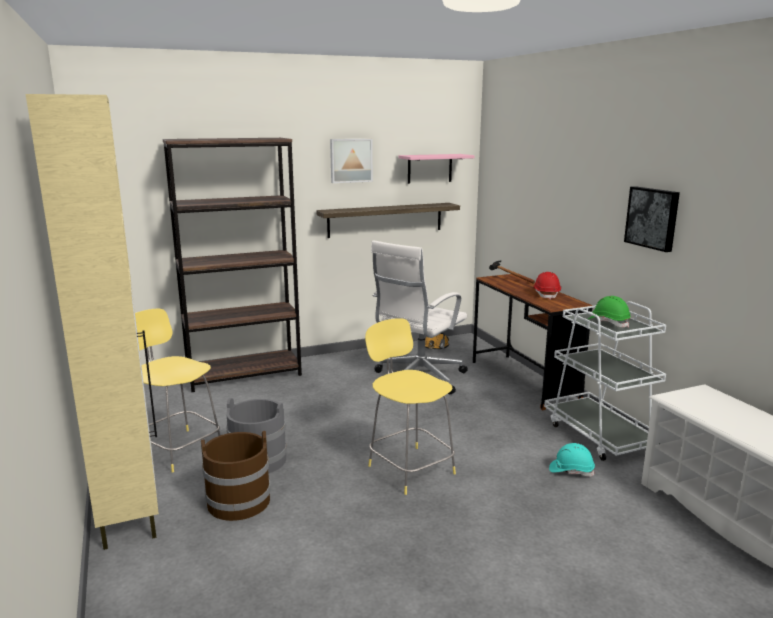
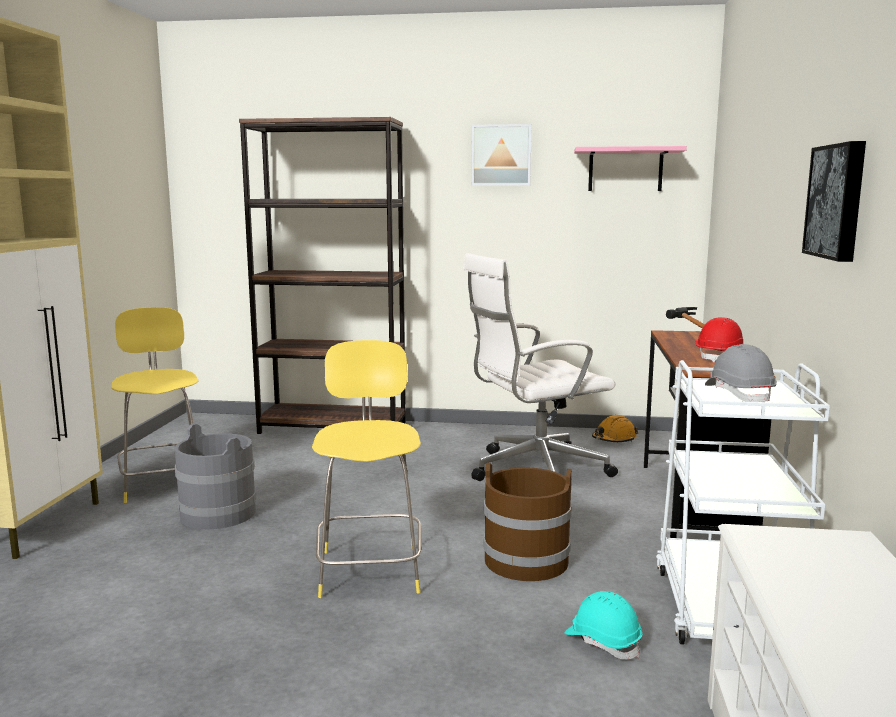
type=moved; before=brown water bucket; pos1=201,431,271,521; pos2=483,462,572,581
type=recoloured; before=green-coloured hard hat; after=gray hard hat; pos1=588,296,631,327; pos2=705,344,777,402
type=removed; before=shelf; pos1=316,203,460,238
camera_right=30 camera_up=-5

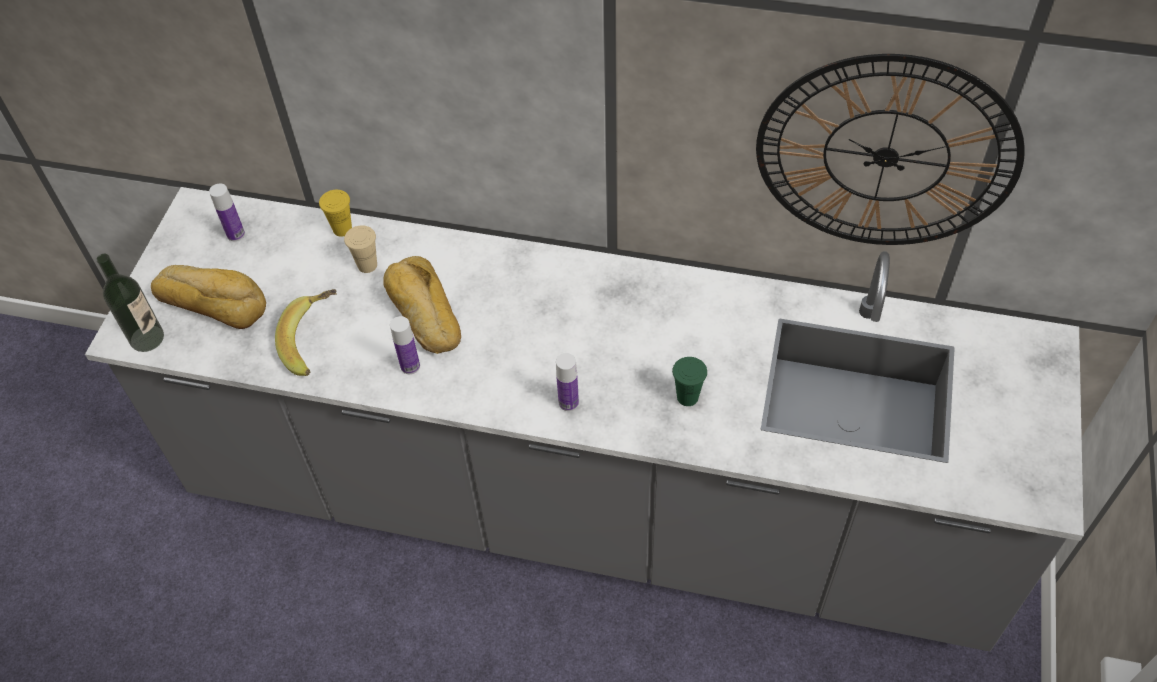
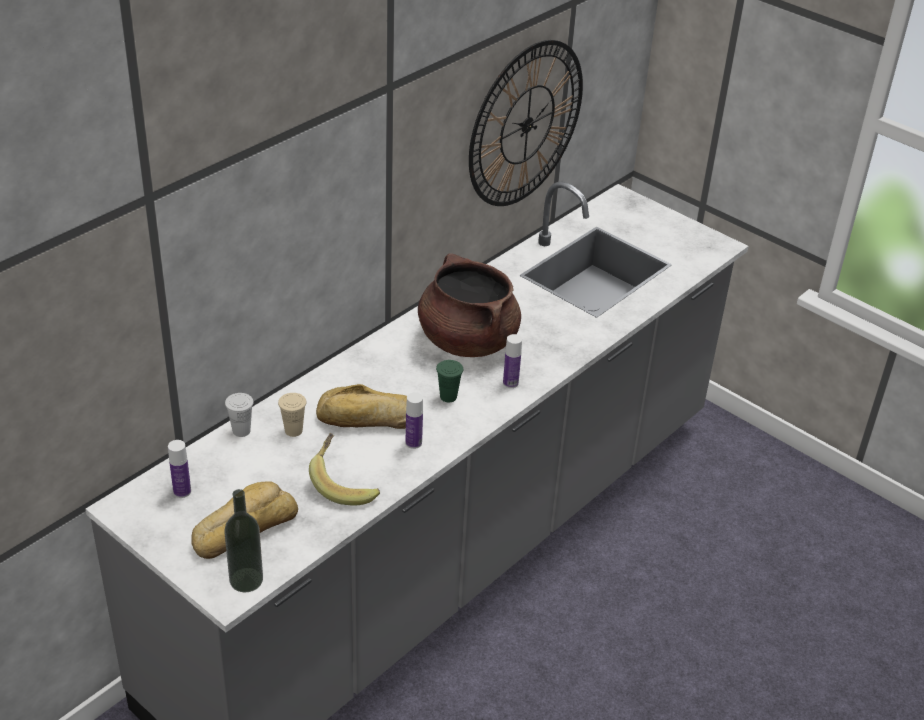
type=recoloured; before=yellowish small cup; after=white-coloured small cup; pos1=319,190,352,237; pos2=225,393,254,437
type=added; after=brown cooking pot; pos2=418,253,521,357
type=moved; before=green-coloured small cup; pos1=672,357,707,406; pos2=436,360,463,402
camera_right=-65 camera_up=-15

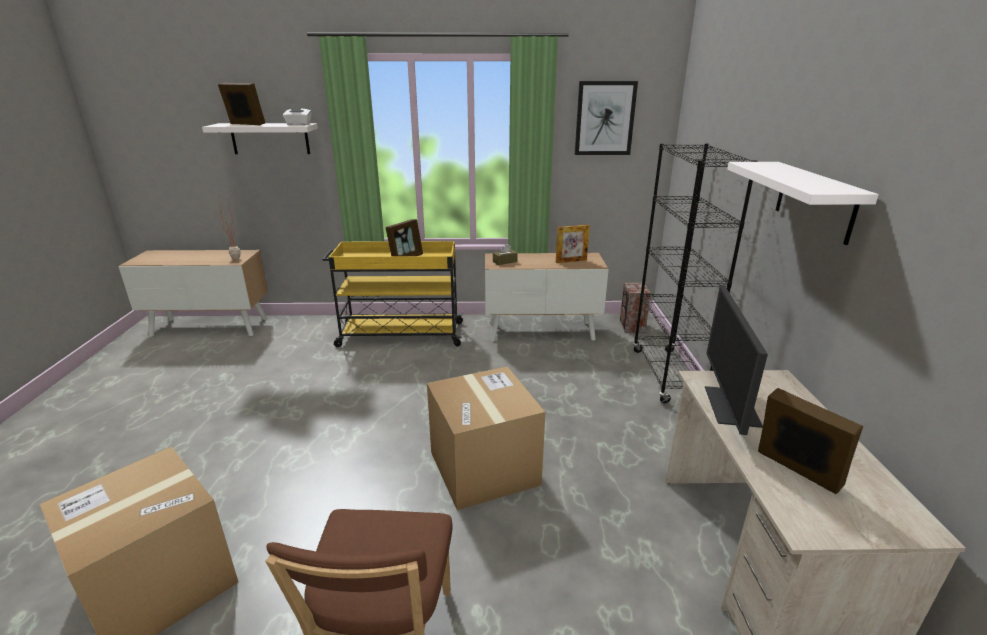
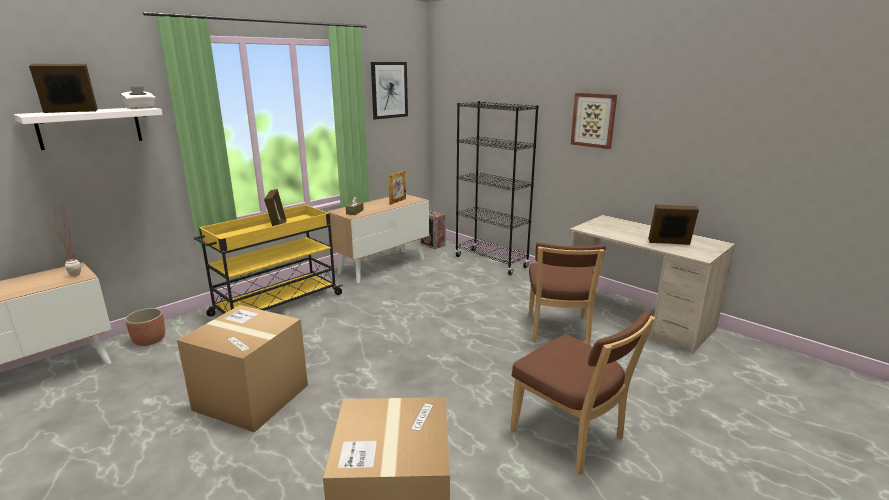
type=added; after=flower pot; pos2=125,308,165,346
type=moved; before=carton; pos1=427,366,545,511; pos2=177,305,308,433
type=added; after=brown upright chair; pos2=529,242,606,345
type=replaced; before=white-coloured shelf; after=wall art; pos1=727,162,879,245; pos2=571,93,617,149
type=removed; before=computer display; pos1=705,287,768,435
camera_right=-45 camera_up=-5

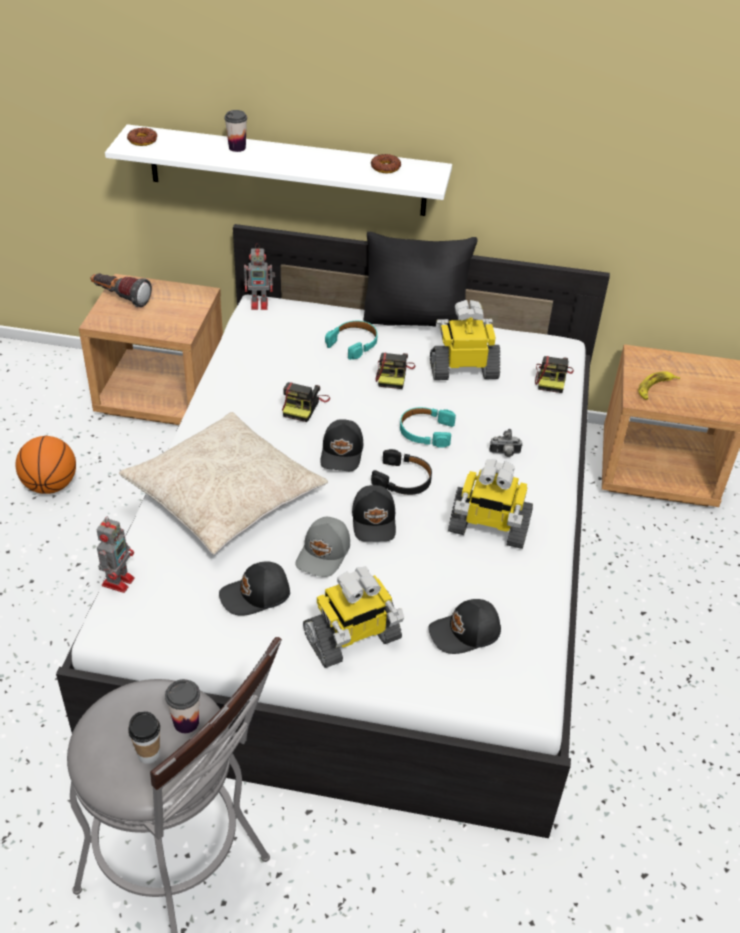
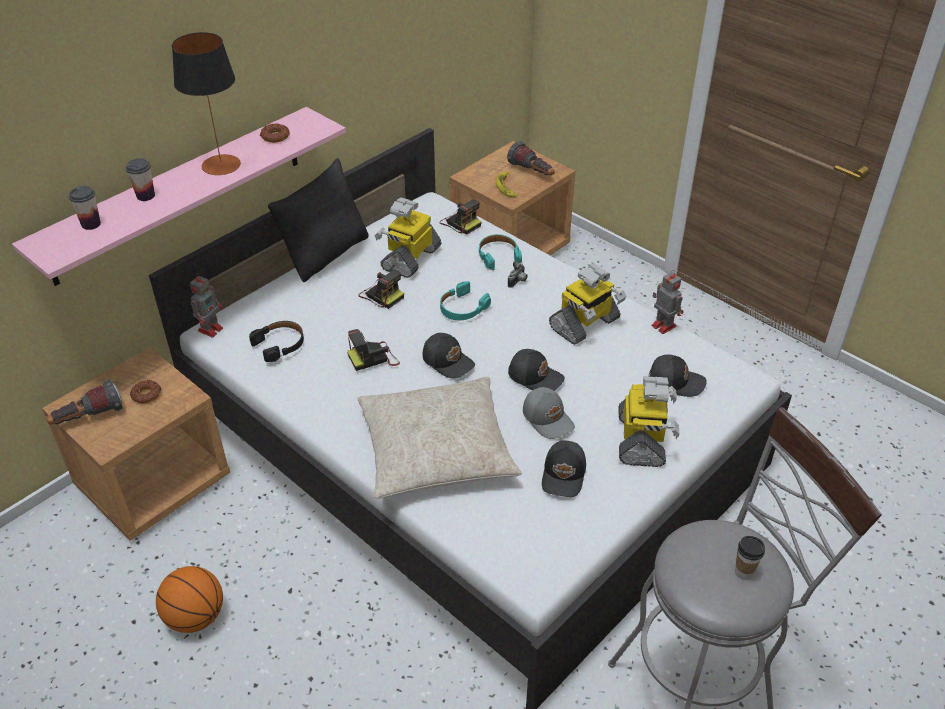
type=recoloured; before=white-coloured shelf; after=pinkish shelf; pos1=105,124,452,216; pos2=12,107,346,286
type=moved; before=small cup; pos1=165,679,200,733; pos2=69,186,101,230
type=moved; before=doughnut; pos1=127,128,157,146; pos2=130,380,161,404
type=added; after=tabletop lamp; pos2=172,32,241,175
type=moved; before=black headset; pos1=371,449,432,495; pos2=249,321,304,362
type=turned; before=photo camera; pos1=282,382,330,422; pos2=347,329,400,371; turn=105
type=moved; before=blue-green headset; pos1=325,321,378,360; pos2=479,234,522,271
type=added; after=hand torch; pos2=507,141,555,176
type=turned; before=black baseball cap; pos1=428,599,501,654; pos2=649,355,707,397; turn=-90
type=moved; before=toy robot; pos1=97,516,134,593; pos2=651,270,683,334
camera_right=-55 camera_up=0

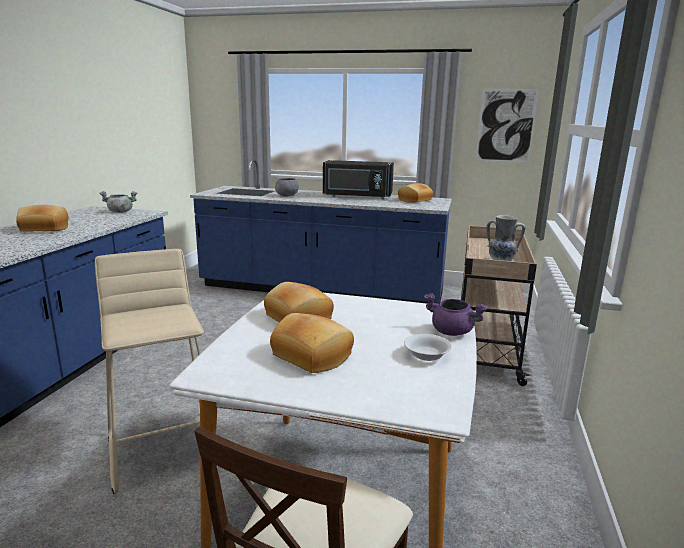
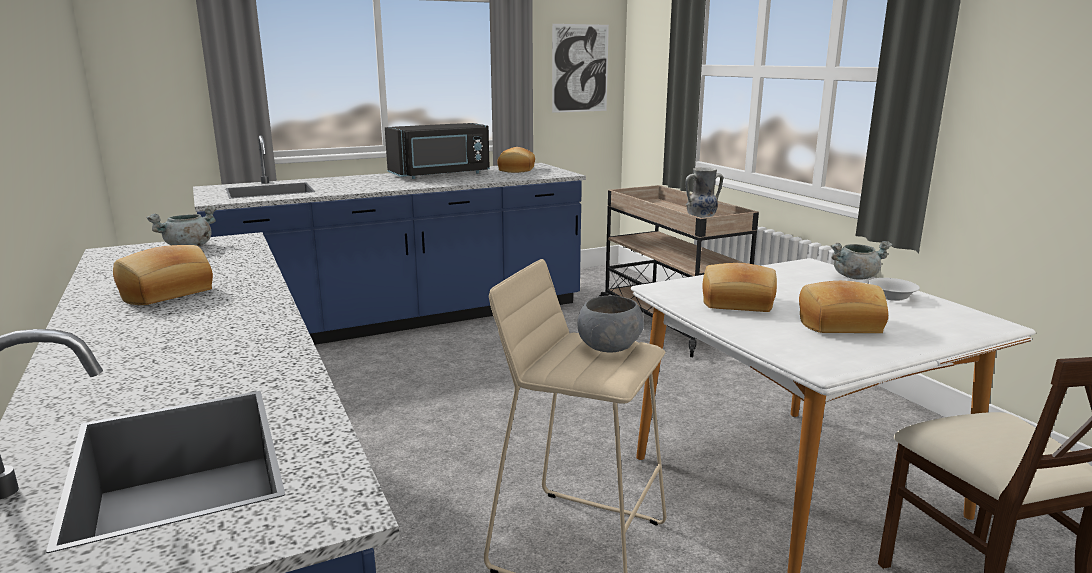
type=moved; before=gray bowl; pos1=275,178,299,196; pos2=578,295,644,353
type=recoloured; before=purplish cooking pot; after=gray cooking pot; pos1=424,293,488,336; pos2=831,241,892,280
camera_right=-40 camera_up=0

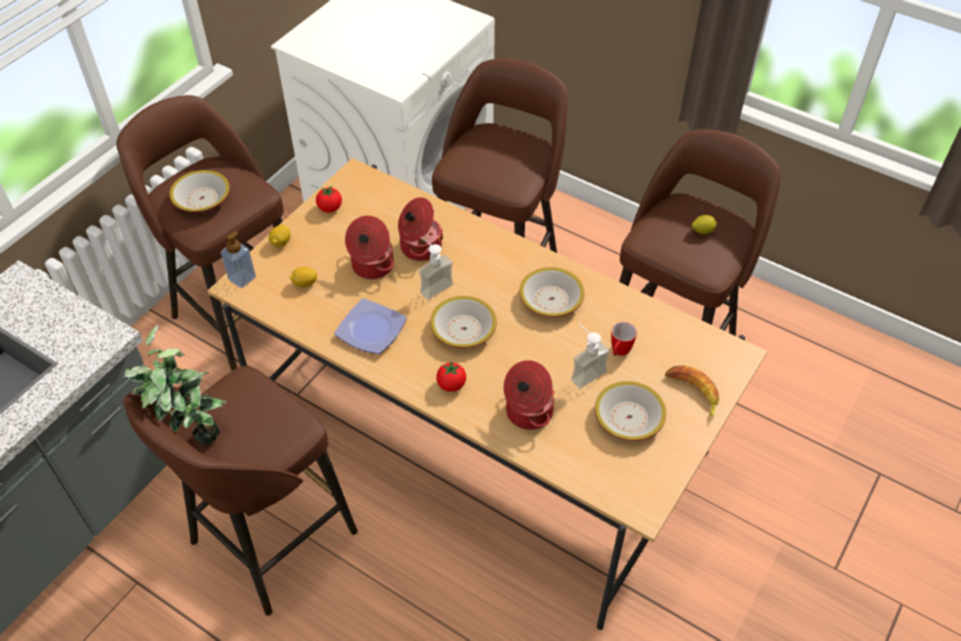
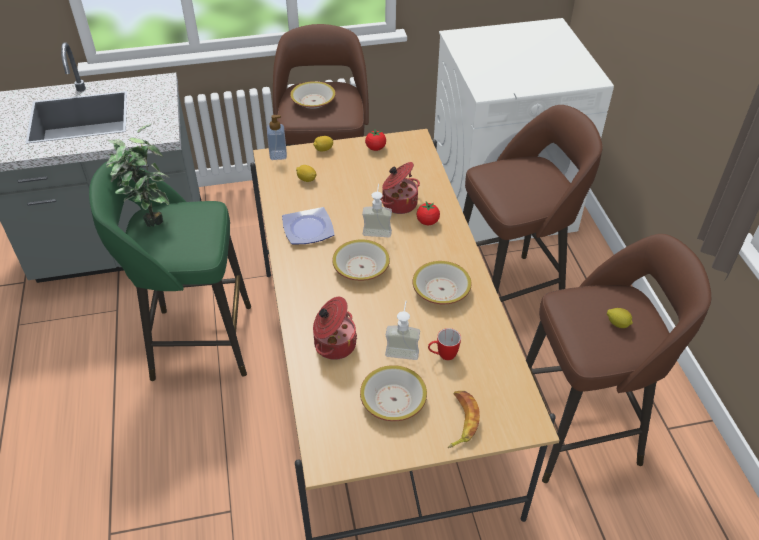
type=recoloured; before=brown stool seat; after=green-coloured stool seat; pos1=123,366,358,616; pos2=89,161,251,381
type=moved; before=fresh tomato; pos1=436,361,466,392; pos2=417,201,440,225
type=removed; before=cooking pot; pos1=345,216,394,279
camera_right=45 camera_up=-5

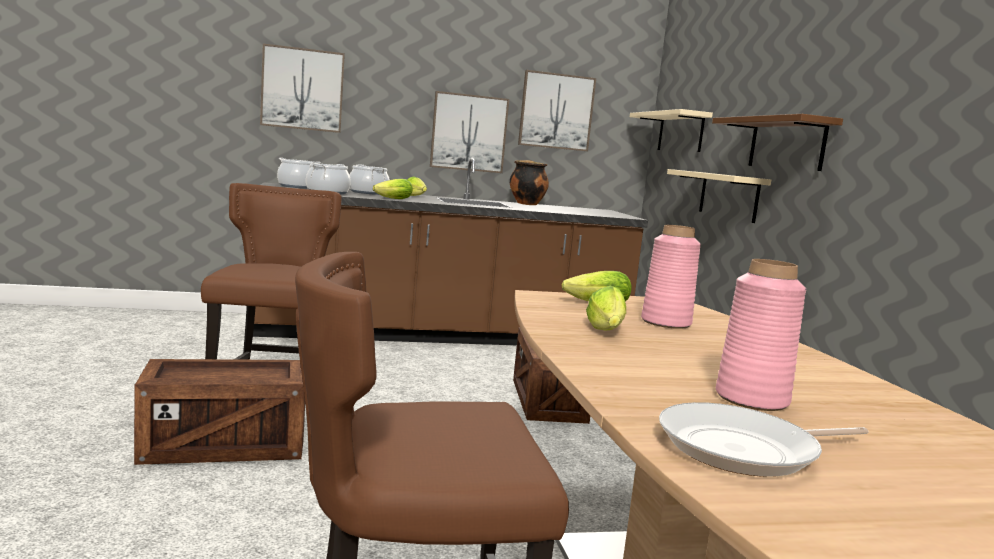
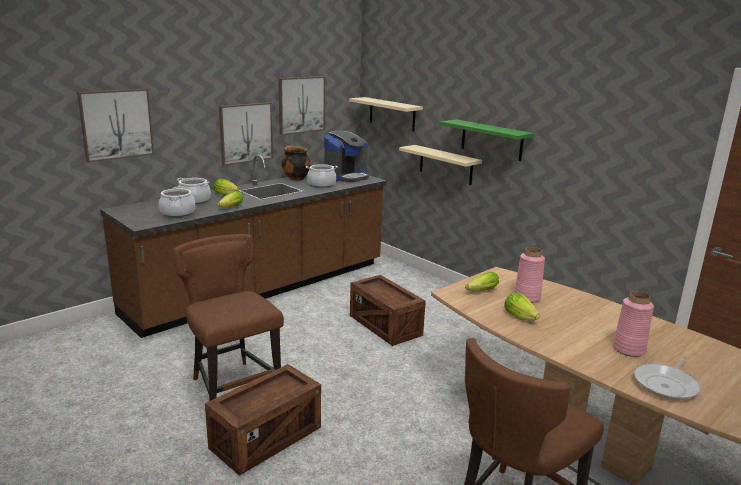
type=moved; before=cooking pot; pos1=277,158,321,189; pos2=306,164,338,188
type=added; after=coffee maker; pos2=324,131,369,182
type=recoloured; before=brown shelf; after=green-coloured shelf; pos1=712,114,843,171; pos2=440,119,534,161
camera_right=-30 camera_up=10

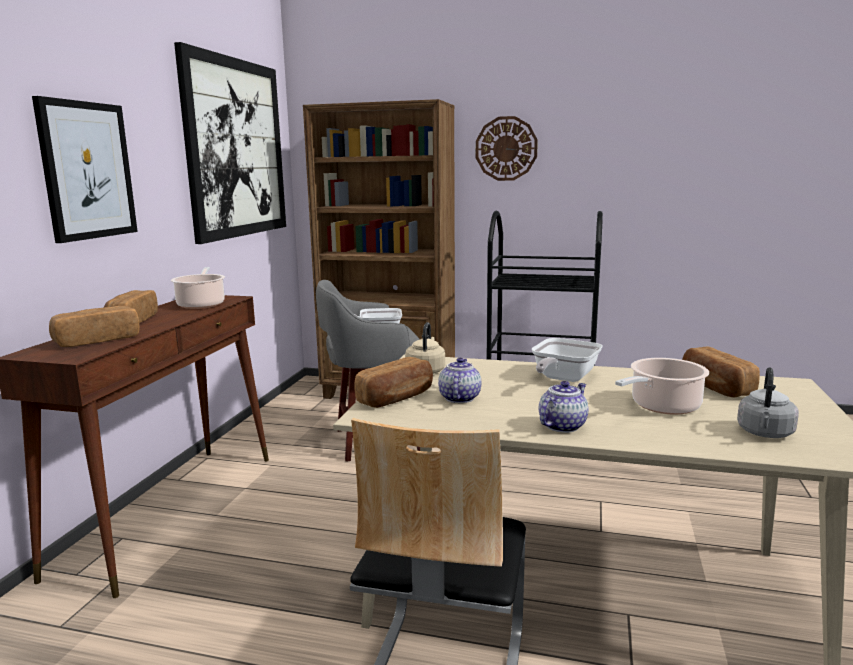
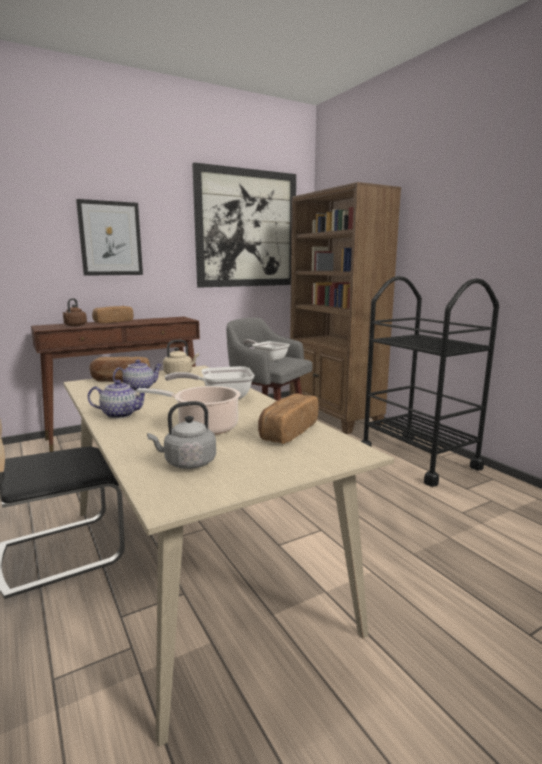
type=replaced; before=bread; after=brown tea kettle; pos1=49,306,140,347; pos2=63,298,87,326
type=removed; before=cooking pot; pos1=171,267,225,309
type=removed; before=hanging clock; pos1=476,116,538,181
camera_right=45 camera_up=0

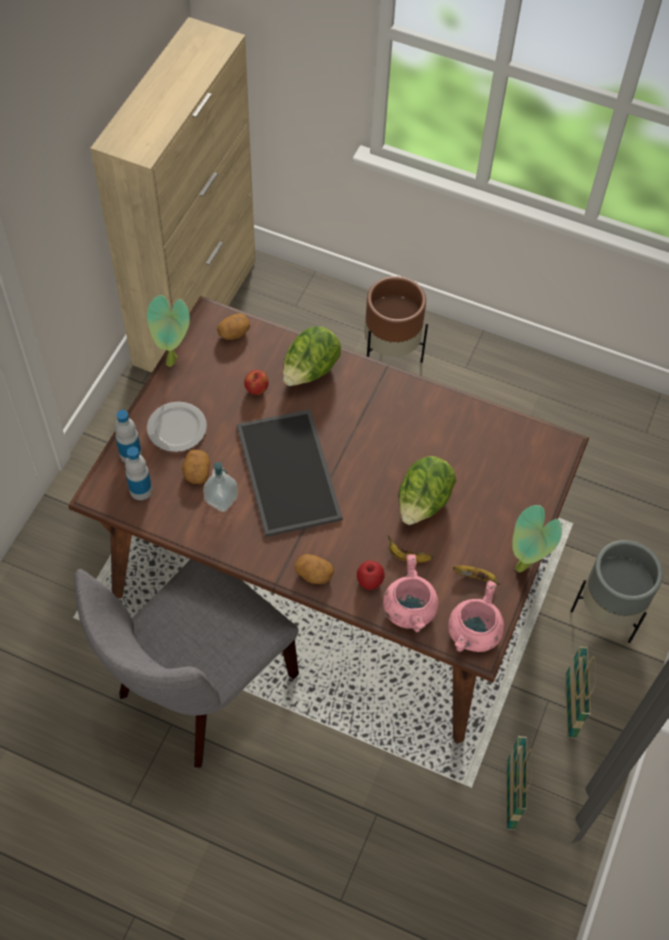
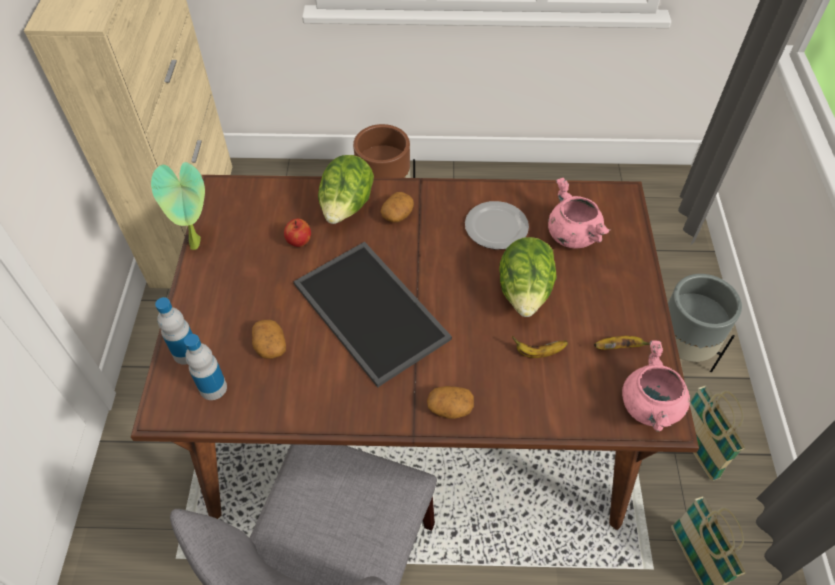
type=moved; before=spud; pos1=217,313,250,340; pos2=380,192,414,222
type=moved; before=dinner plate; pos1=147,402,207,452; pos2=465,201,529,249
type=moved; before=pinkish cooking pot; pos1=383,554,439,632; pos2=548,178,610,248
type=removed; before=soap bottle; pos1=203,462,238,512
type=removed; before=apple fruit; pos1=357,561,384,590
type=removed; before=plant in a pot; pos1=512,505,562,572
camera_right=-20 camera_up=-5

